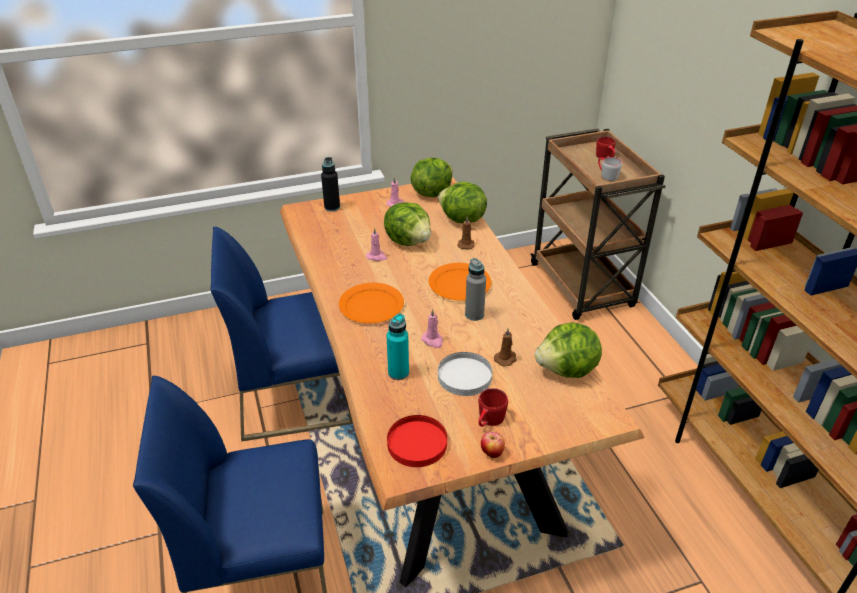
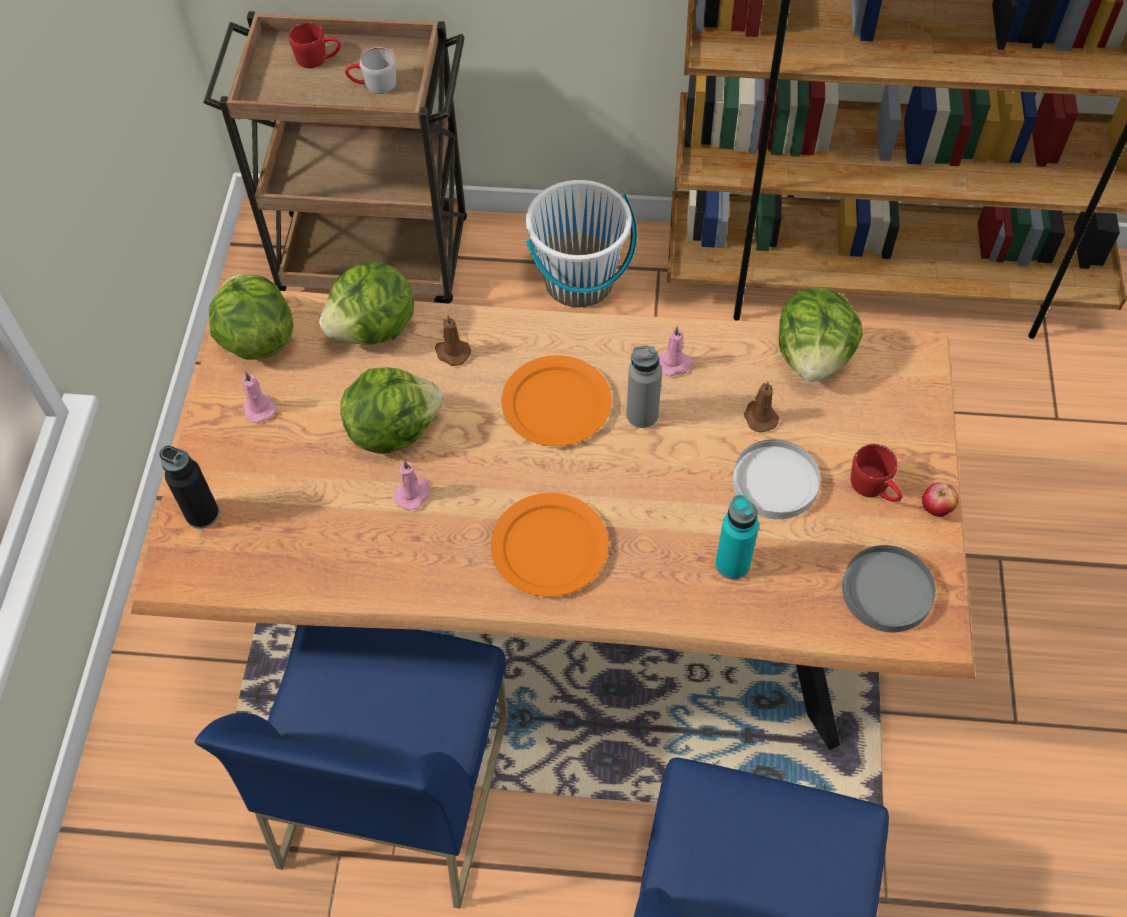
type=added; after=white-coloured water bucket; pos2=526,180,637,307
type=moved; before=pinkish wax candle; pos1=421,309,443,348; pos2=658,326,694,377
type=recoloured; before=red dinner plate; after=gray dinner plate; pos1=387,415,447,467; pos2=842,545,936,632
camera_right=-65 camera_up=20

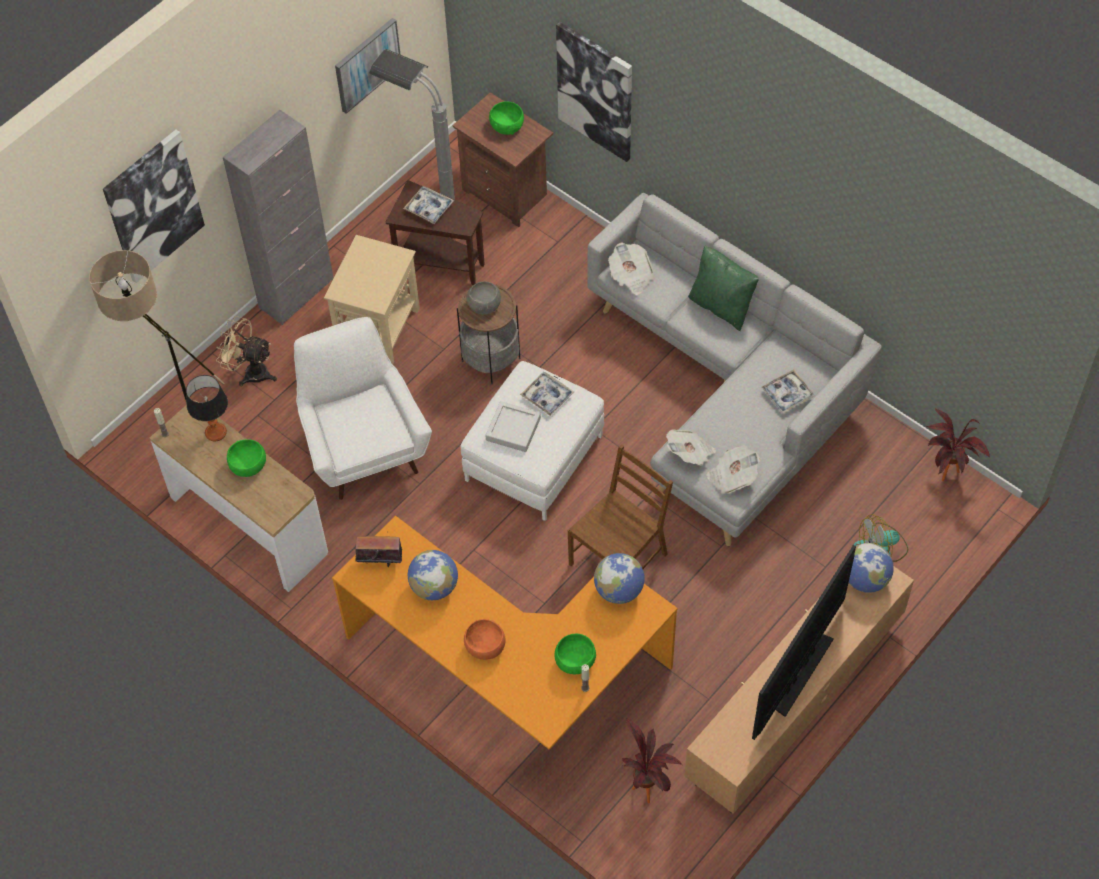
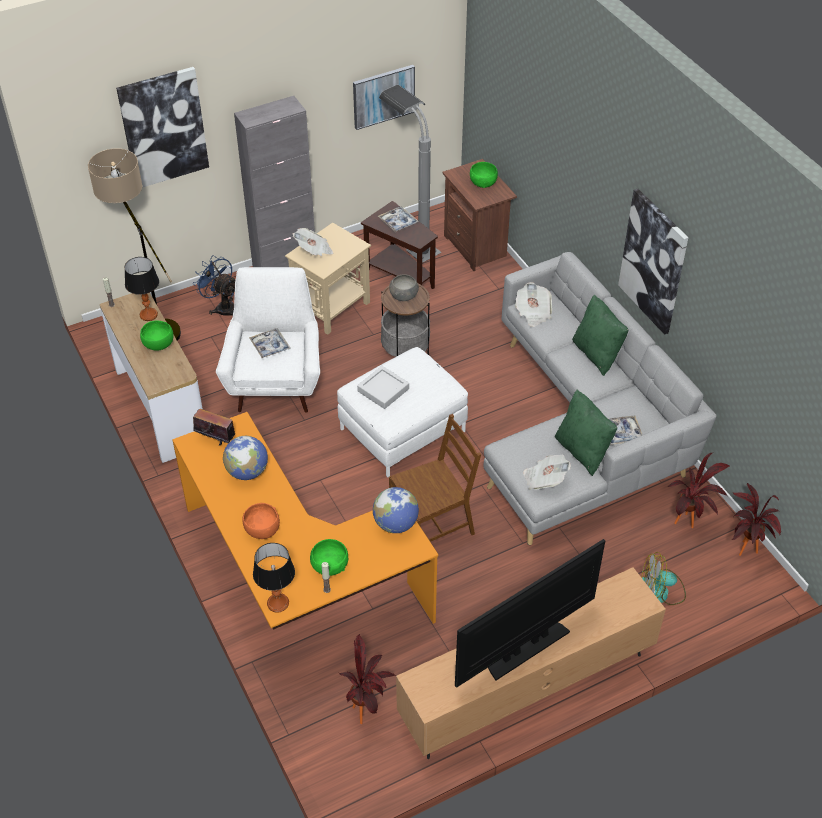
type=recoloured; before=sand-coloured electric fan; after=blue electric fan; pos1=216,316,277,386; pos2=193,255,235,316
type=moved; before=carrying tray; pos1=520,372,574,416; pos2=249,328,291,358
type=added; after=tabletop lamp; pos2=253,543,295,612
type=moved; before=daily paper; pos1=666,429,716,465; pos2=293,228,334,256
type=added; after=green-coloured throw pillow; pos2=555,389,617,476
type=moved; before=wall art; pos1=556,22,632,162; pos2=618,189,688,335
type=added; after=plant in a pot; pos2=667,453,729,528
type=removed; before=globe; pos1=849,543,894,593
camera_right=20 camera_up=-10

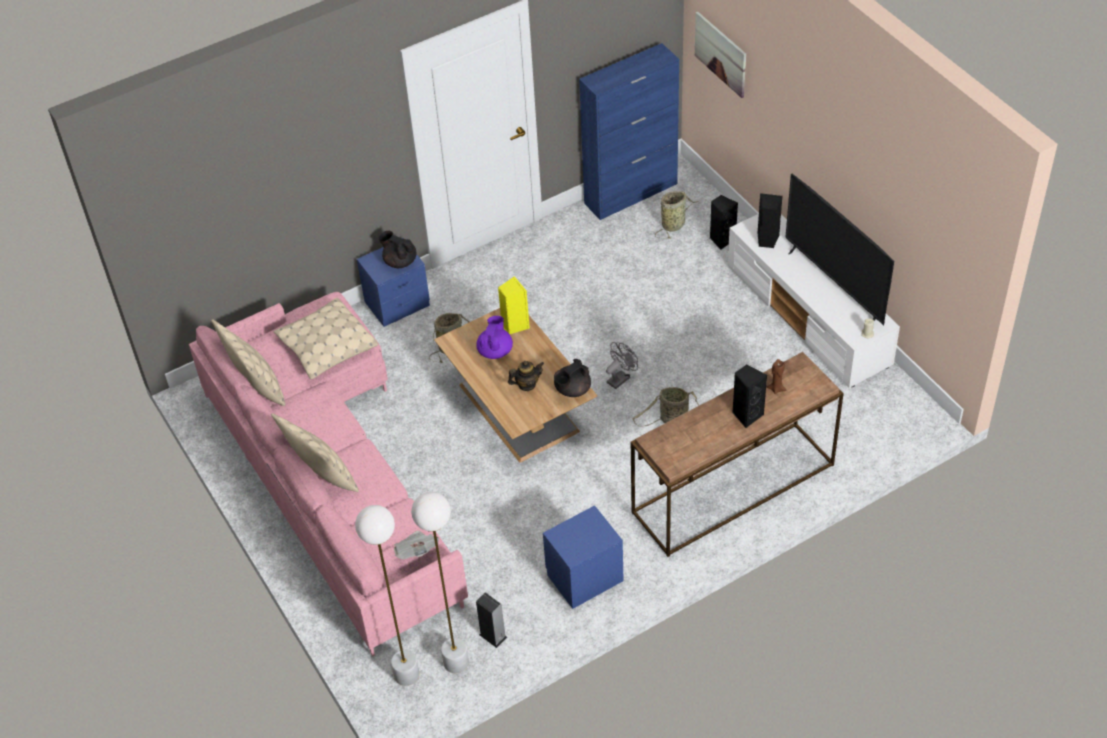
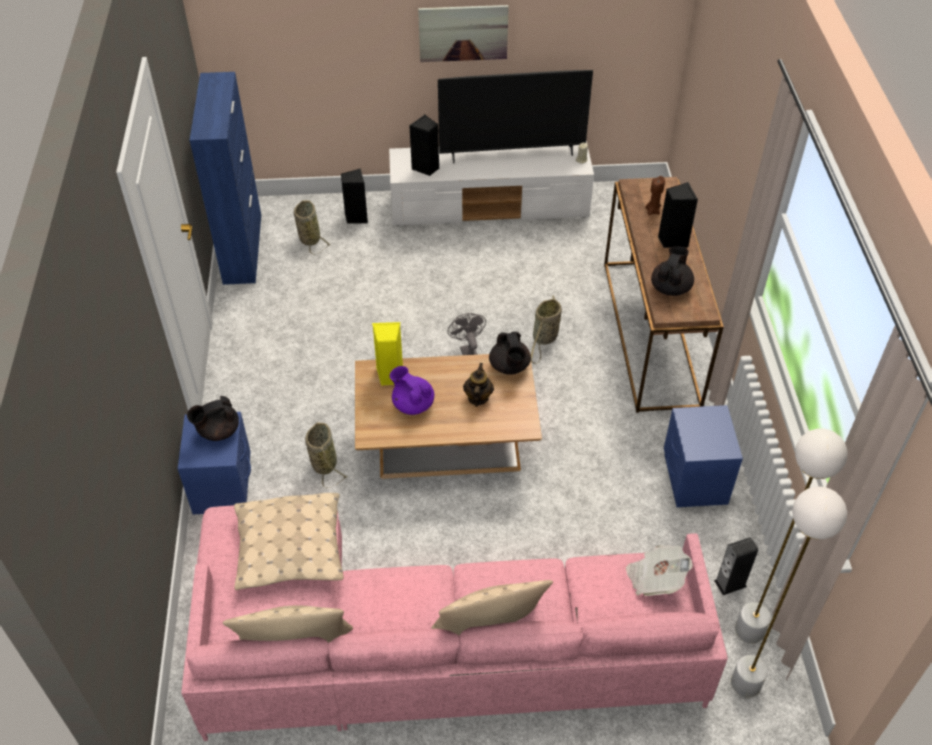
type=moved; before=wall art; pos1=695,12,746,98; pos2=418,5,509,62
type=added; after=black tea pot; pos2=651,246,694,296
camera_right=-65 camera_up=0

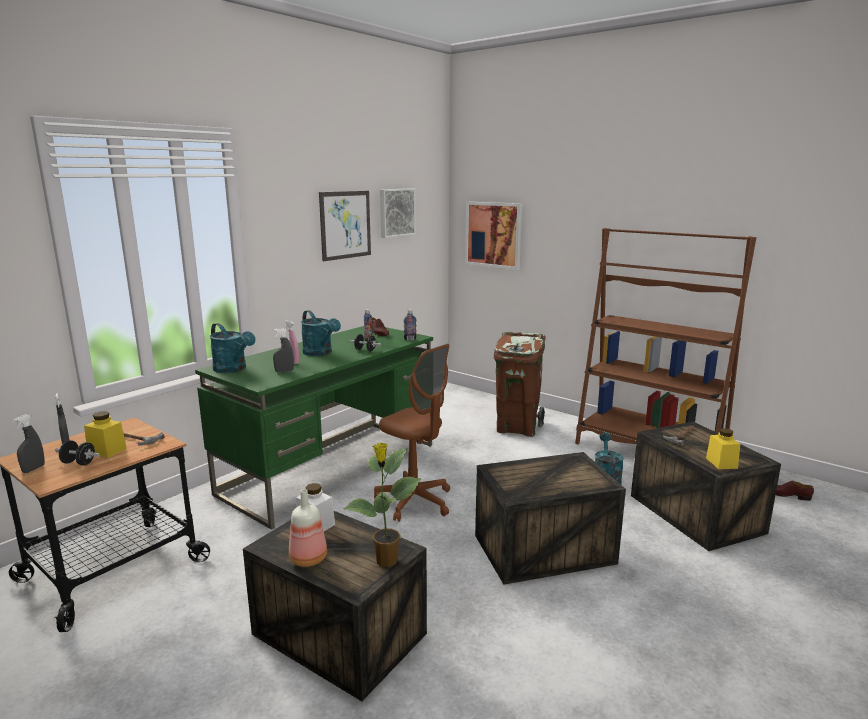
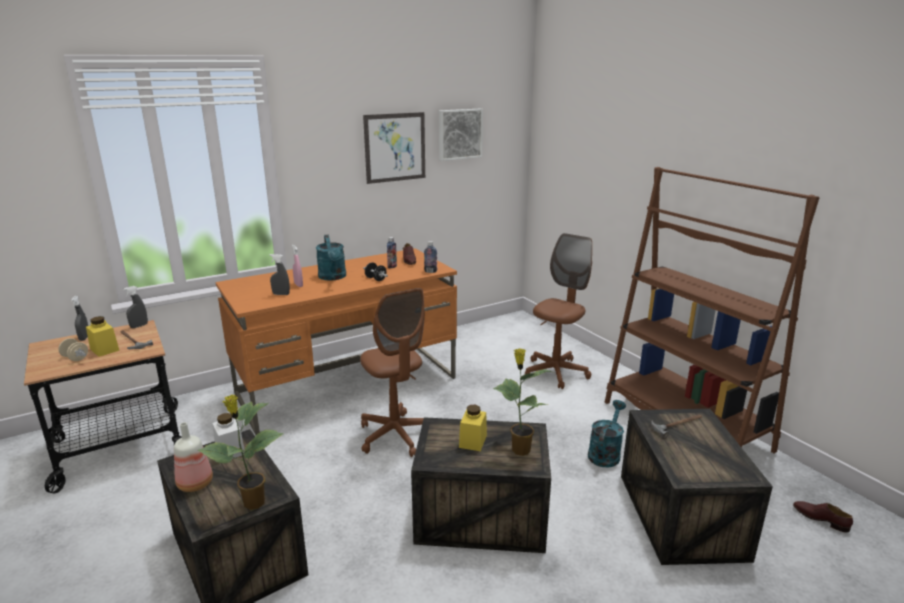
type=recoloured; before=black hand weight; after=sand-coloured hand weight; pos1=55,440,100,466; pos2=58,338,88,361
type=moved; before=gray sprayer; pos1=13,414,45,473; pos2=123,286,148,328
type=recoloured; before=green-coloured desk; after=orange desk; pos1=195,326,433,530; pos2=215,248,457,435
type=moved; before=yellowish preserve jar; pos1=706,428,740,469; pos2=459,405,487,451
type=added; after=plant in a pot; pos2=493,348,552,456
type=replaced; before=brown waste bin; after=brown desk chair; pos1=494,332,546,437; pos2=525,233,592,389
type=removed; before=blue-green sprinkling can; pos1=210,323,255,373
type=removed; before=wall art; pos1=465,202,522,270
camera_right=20 camera_up=5

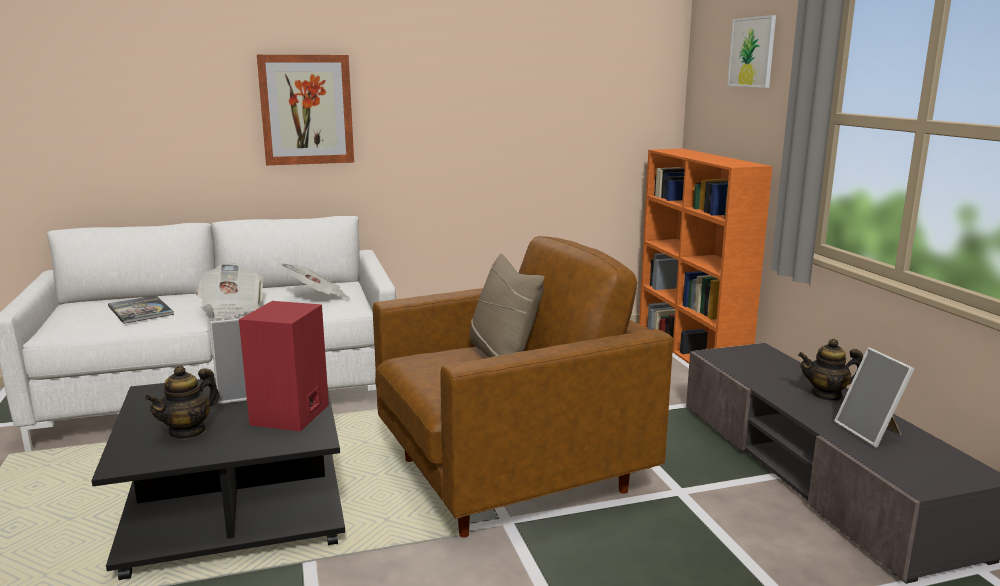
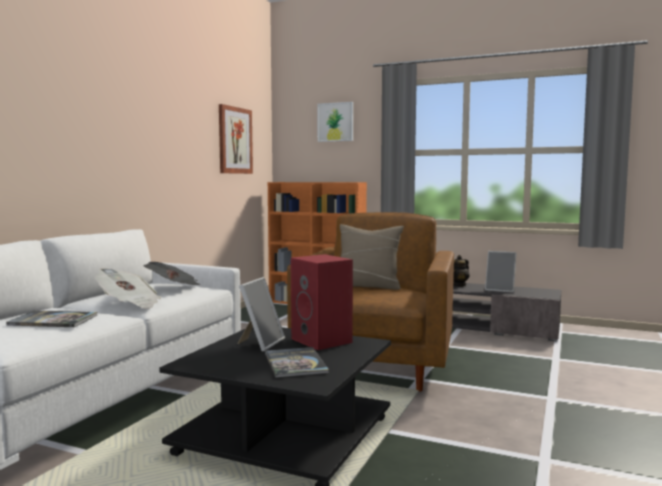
type=moved; before=wall art; pos1=257,55,354,165; pos2=219,104,253,174
type=replaced; before=tea pot; after=bound book; pos1=145,365,220,440; pos2=265,347,329,378
camera_right=-50 camera_up=-10

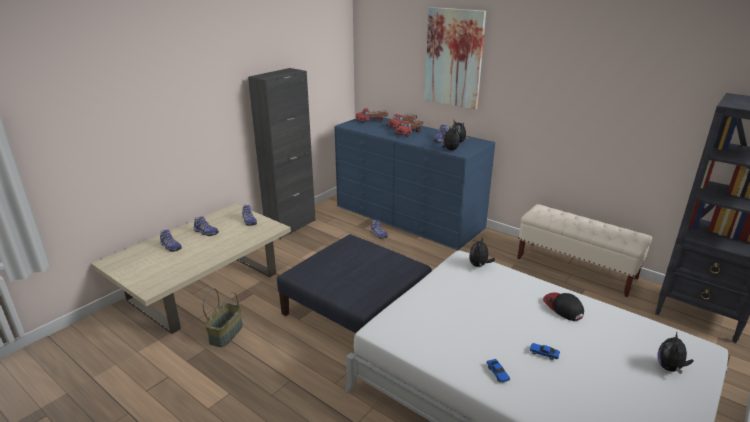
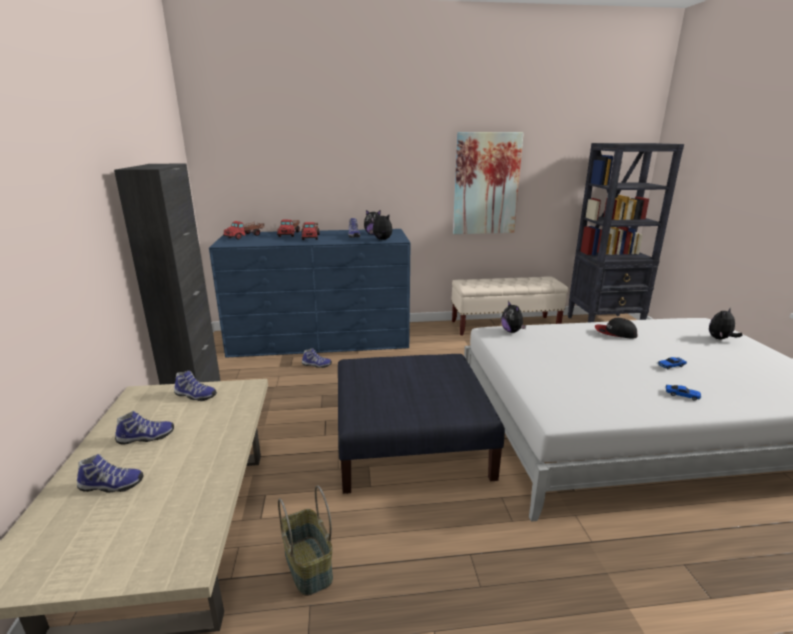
type=moved; before=wall art; pos1=425,7,486,110; pos2=453,132,524,234
type=turned; before=soft toy; pos1=657,331,694,374; pos2=709,308,743,339; turn=75
camera_right=-45 camera_up=-5

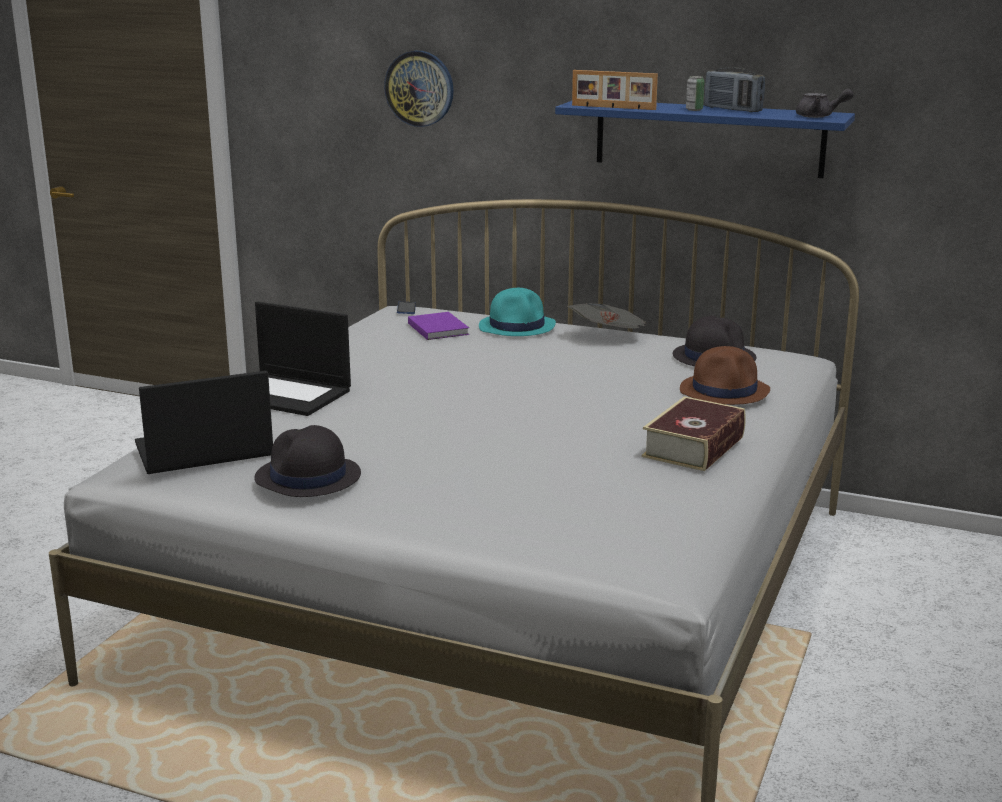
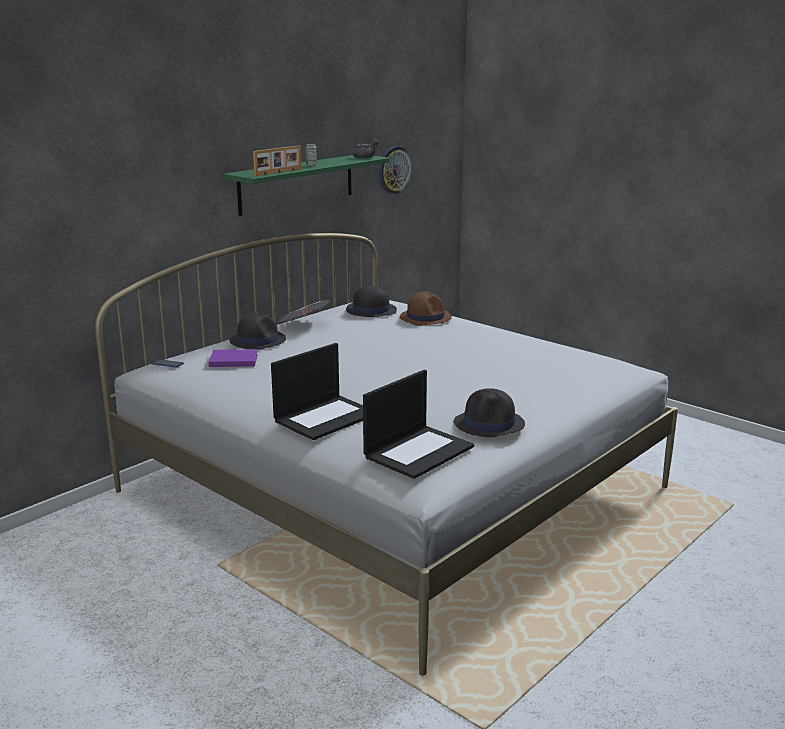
type=recoloured; before=blue shelf; after=green-coloured shelf; pos1=555,101,855,178; pos2=223,155,390,216
type=recoloured; before=blue-green wearable hat; after=black wearable hat; pos1=479,288,556,336; pos2=229,312,286,350
type=turned; before=portable computer; pos1=135,371,273,474; pos2=363,370,474,479; turn=-135
type=moved; before=hanging clock; pos1=384,51,454,127; pos2=379,146,412,194
type=removed; before=bound book; pos1=642,396,746,471
type=removed; before=radio set; pos1=704,67,765,112
camera_right=-70 camera_up=0

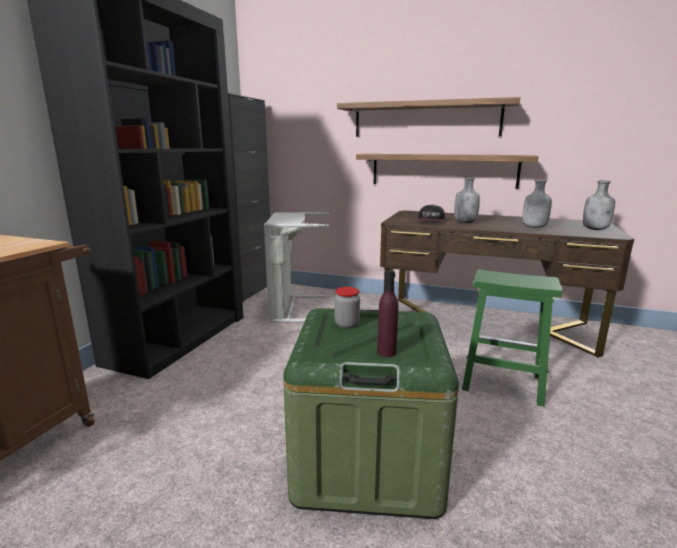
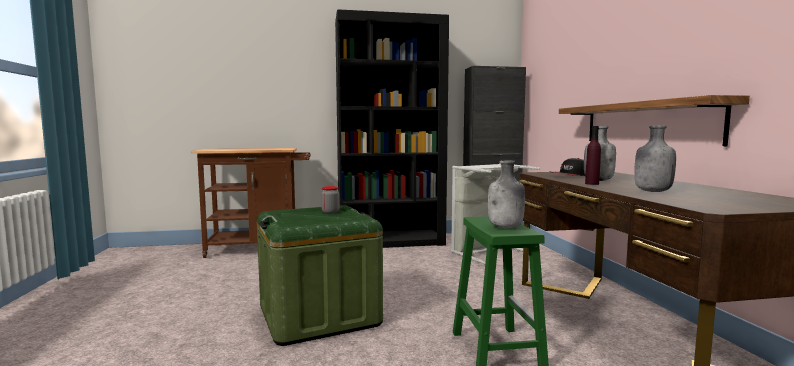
type=moved; before=gray drink bottle; pos1=583,181,615,230; pos2=488,160,525,228
type=moved; before=purplish drink bottle; pos1=377,270,398,357; pos2=585,126,601,185
type=removed; before=shelf; pos1=337,97,520,137
camera_right=60 camera_up=-10

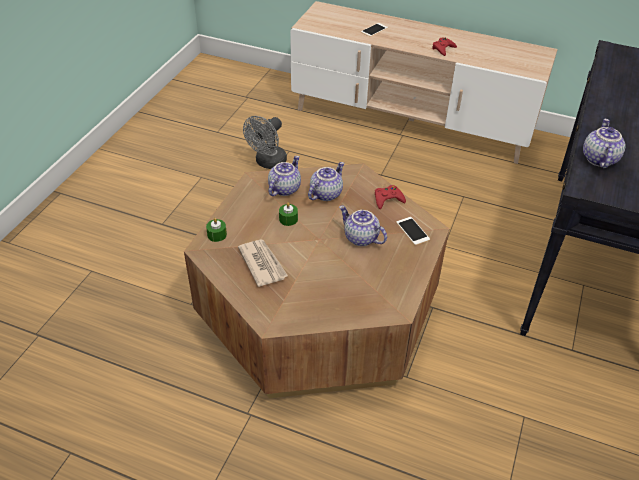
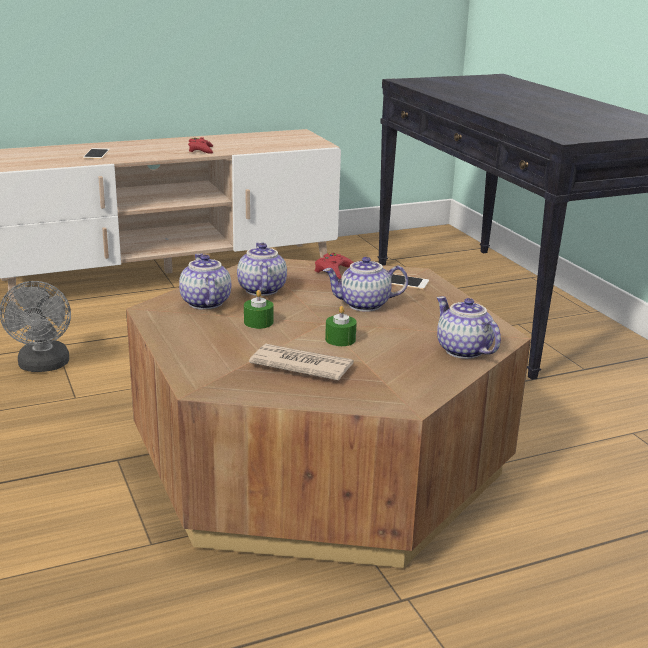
type=moved; before=green-coloured wax candle; pos1=206,218,227,242; pos2=325,306,357,346
type=moved; before=tea pot; pos1=583,119,626,168; pos2=437,296,501,359
camera_right=-45 camera_up=-20

